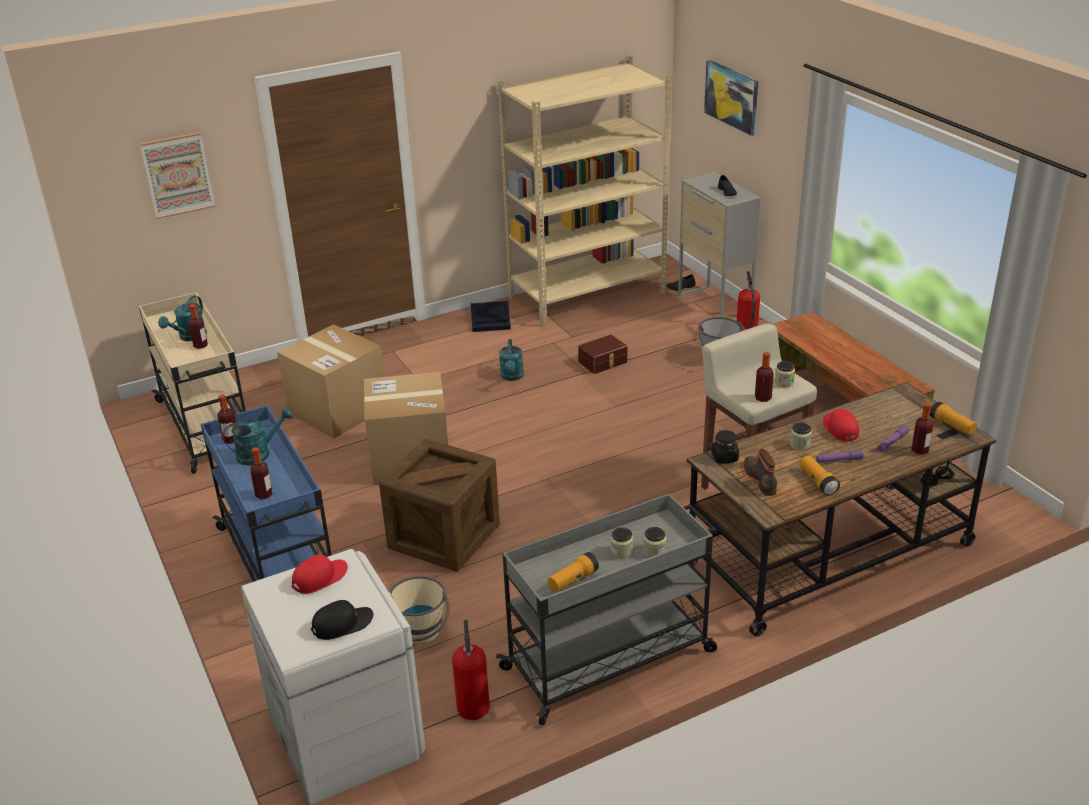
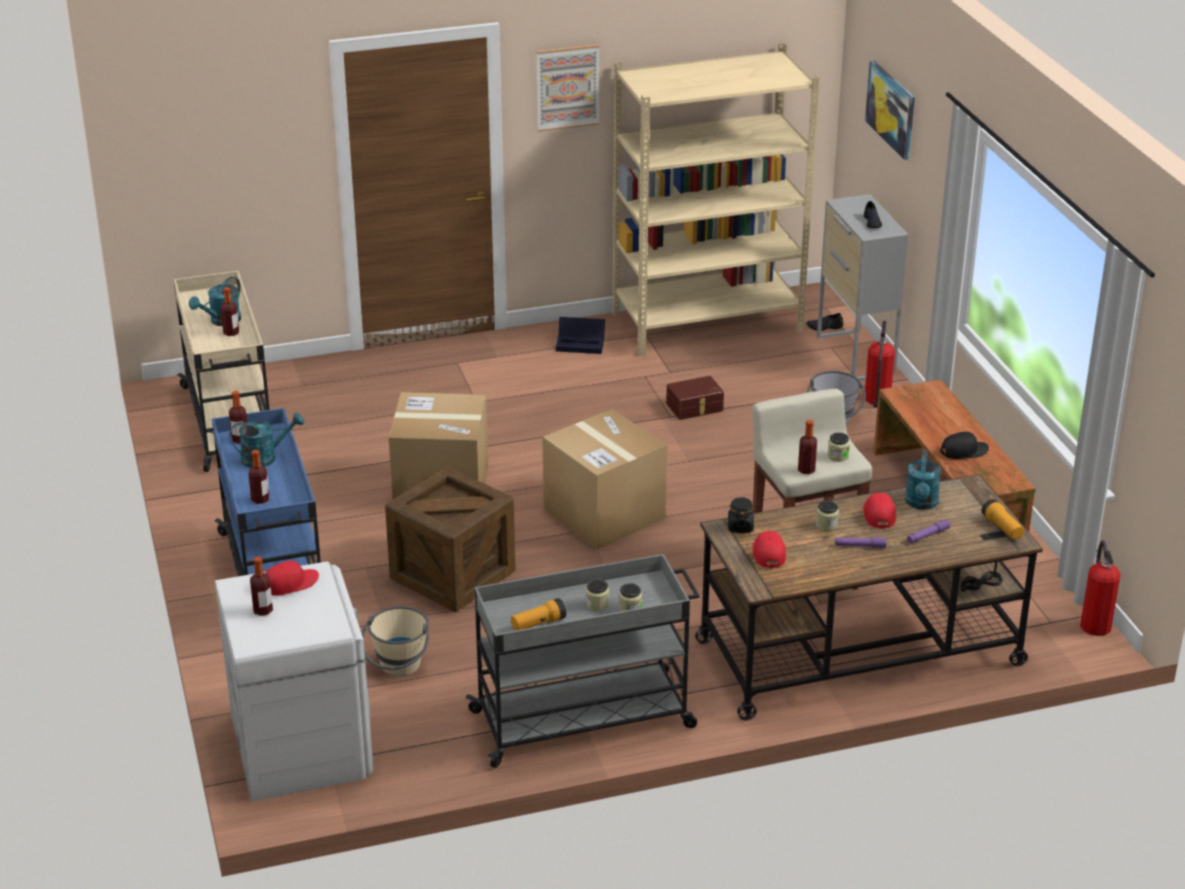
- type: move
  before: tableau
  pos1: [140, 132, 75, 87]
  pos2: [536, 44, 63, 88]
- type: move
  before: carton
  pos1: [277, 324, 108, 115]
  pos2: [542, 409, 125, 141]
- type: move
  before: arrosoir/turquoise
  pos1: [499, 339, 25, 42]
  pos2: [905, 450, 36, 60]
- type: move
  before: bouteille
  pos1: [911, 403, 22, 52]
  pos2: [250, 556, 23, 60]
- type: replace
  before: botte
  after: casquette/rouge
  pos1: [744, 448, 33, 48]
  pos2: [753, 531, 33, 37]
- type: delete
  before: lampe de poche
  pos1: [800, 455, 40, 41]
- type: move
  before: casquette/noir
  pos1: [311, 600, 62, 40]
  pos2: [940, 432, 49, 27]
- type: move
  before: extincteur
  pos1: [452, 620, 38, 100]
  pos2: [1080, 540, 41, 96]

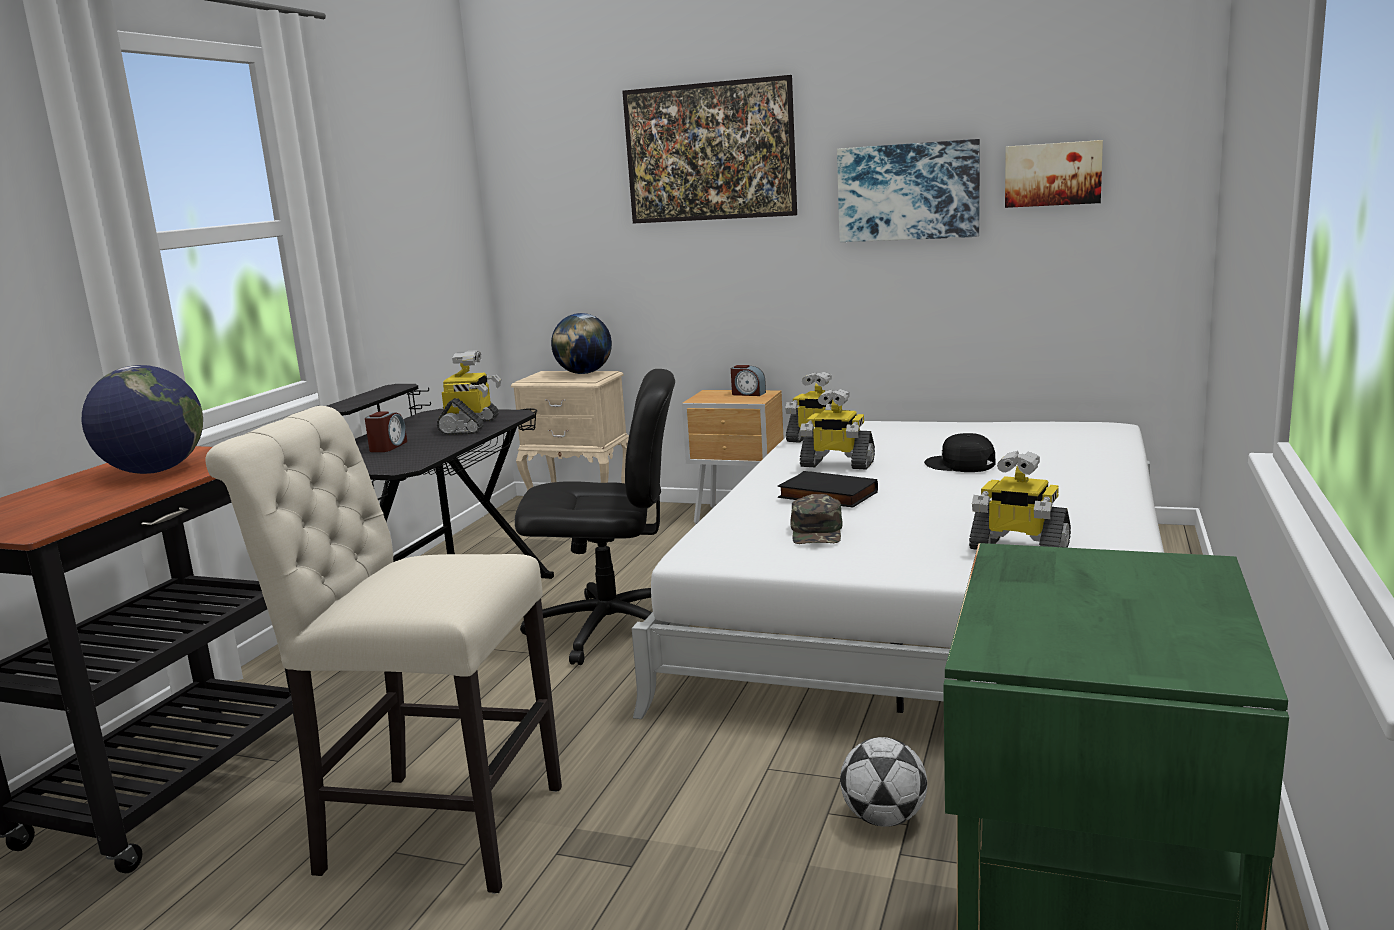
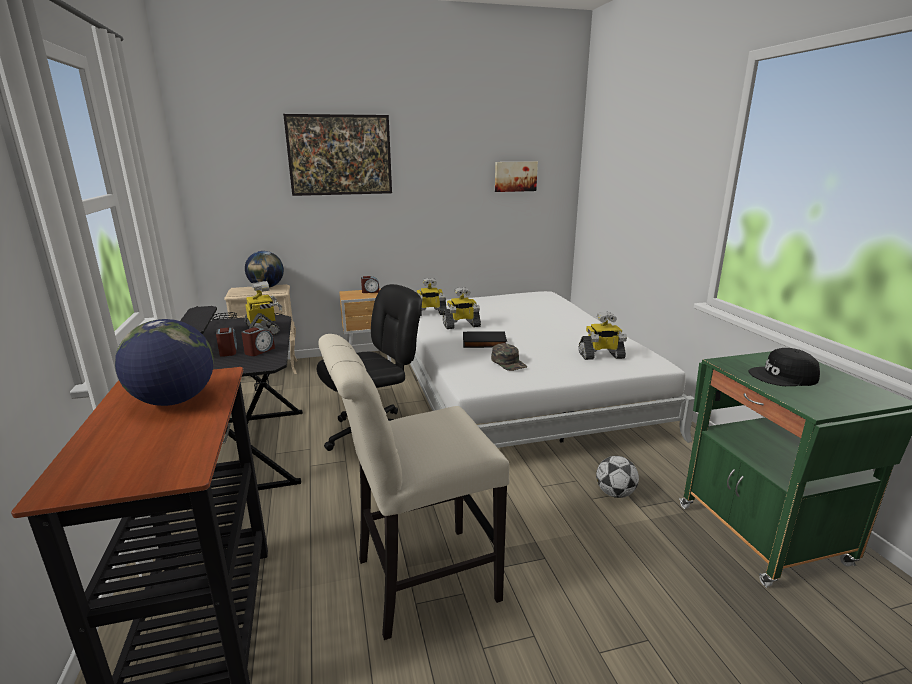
- type: delete
  before: tableau
  pos1: [837, 139, 143, 103]
- type: move
  before: casquette/noir
  pos1: [924, 433, 72, 39]
  pos2: [748, 348, 72, 38]
- type: insert
  after: réveil
  pos2: [241, 327, 34, 29]

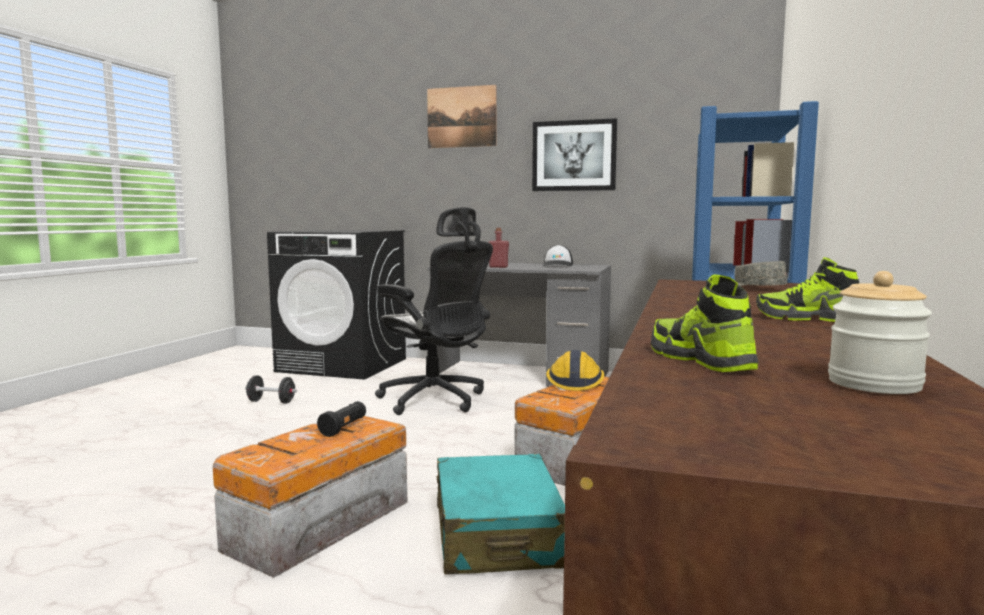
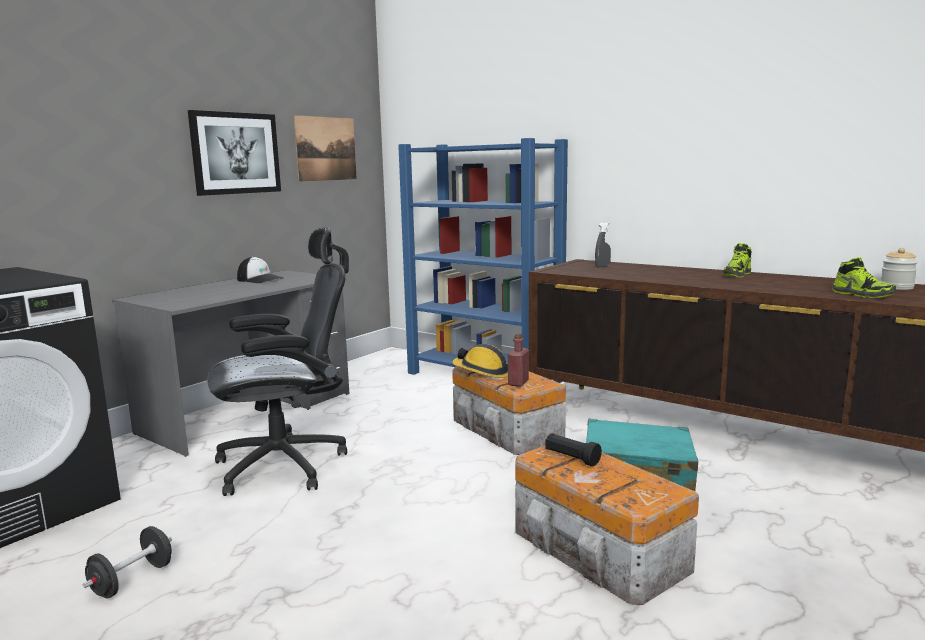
- type: move
  before: tableau
  pos1: [427, 85, 69, 63]
  pos2: [293, 115, 64, 67]
- type: move
  before: bouteille/rouge
  pos1: [488, 228, 21, 40]
  pos2: [508, 334, 21, 53]
- type: replace
  before: casquette/gris
  after: vaporisateur/gris
  pos1: [734, 261, 54, 26]
  pos2: [595, 222, 16, 45]
- type: rotate
  before: chaussure
  pos1: [651, 274, 108, 98]
  pos2: [832, 257, 64, 41]
  turn: -120

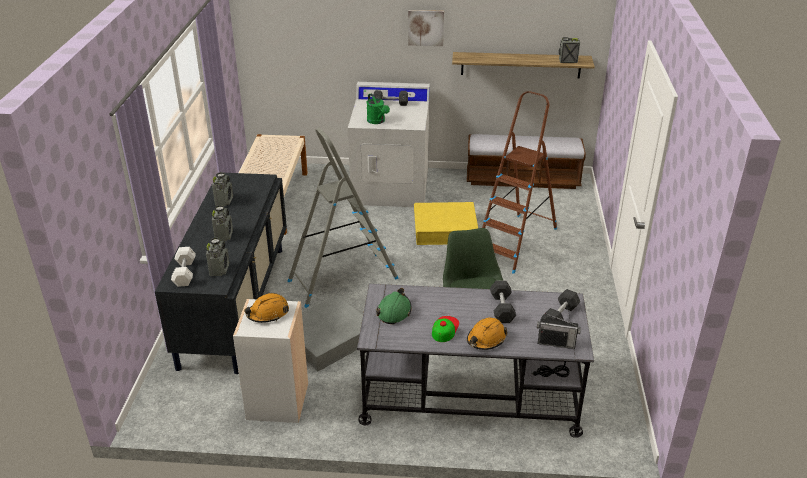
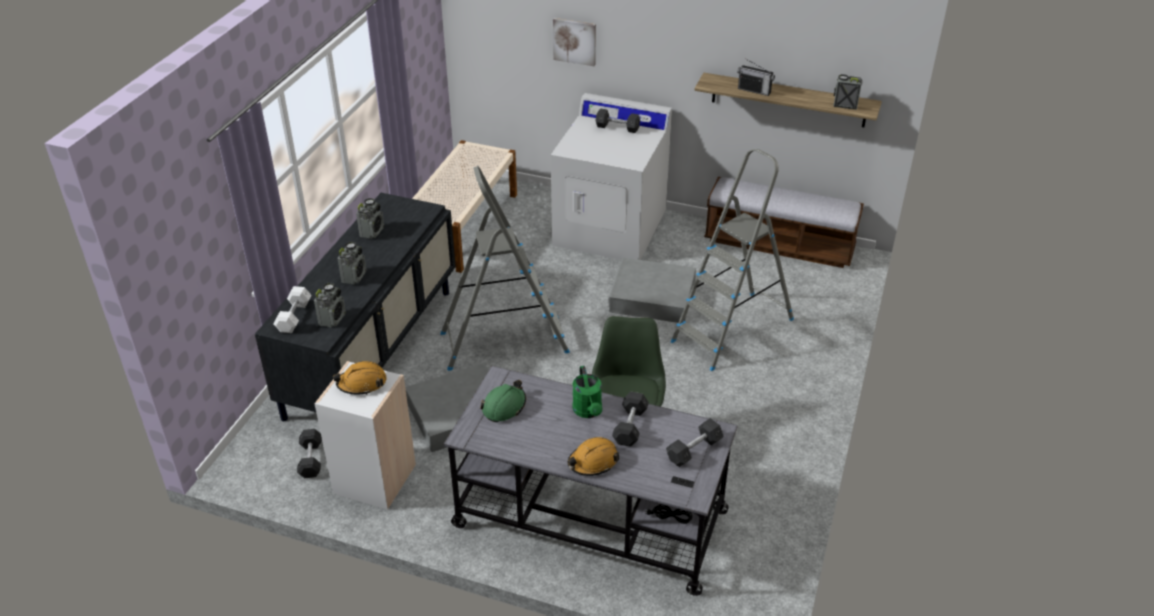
- type: move
  before: tableau
  pos1: [408, 10, 36, 36]
  pos2: [553, 18, 43, 48]
- type: recolor
  before: escabeau/marron
  after: escabeau/gris
  pos1: [482, 91, 75, 183]
  pos2: [671, 149, 123, 222]
- type: move
  before: arrosoir/vert
  pos1: [367, 93, 23, 31]
  pos2: [572, 366, 30, 52]
- type: recolor
  before: boîte de rangement/jaune
  after: boîte de rangement/gris
  pos1: [414, 202, 64, 43]
  pos2: [609, 258, 87, 65]
- type: move
  before: radio
  pos1: [537, 313, 44, 36]
  pos2: [737, 58, 38, 38]
- type: delete
  before: casquette
  pos1: [432, 316, 27, 26]
- type: insert
  after: haltère/gris
  pos2: [297, 429, 25, 49]

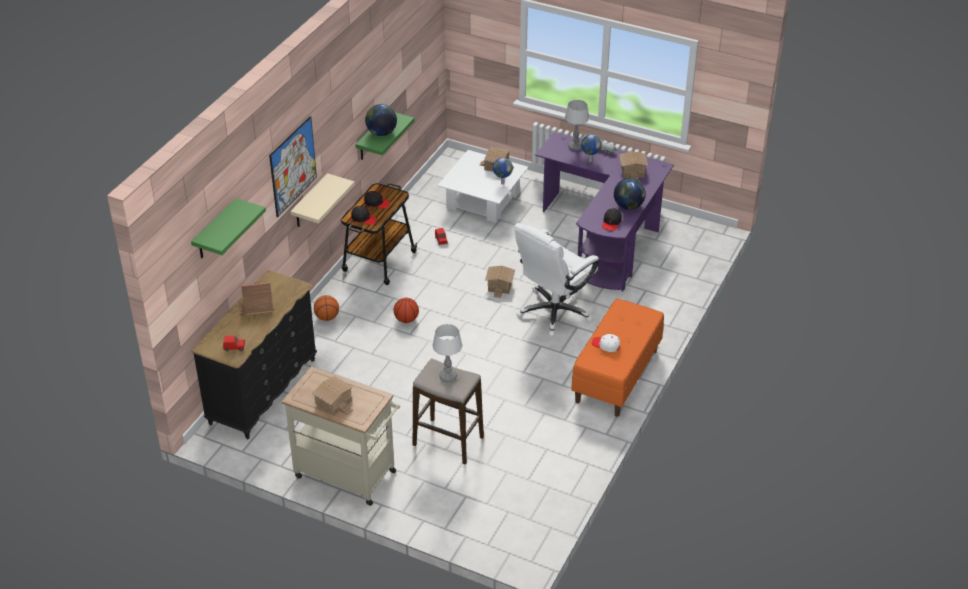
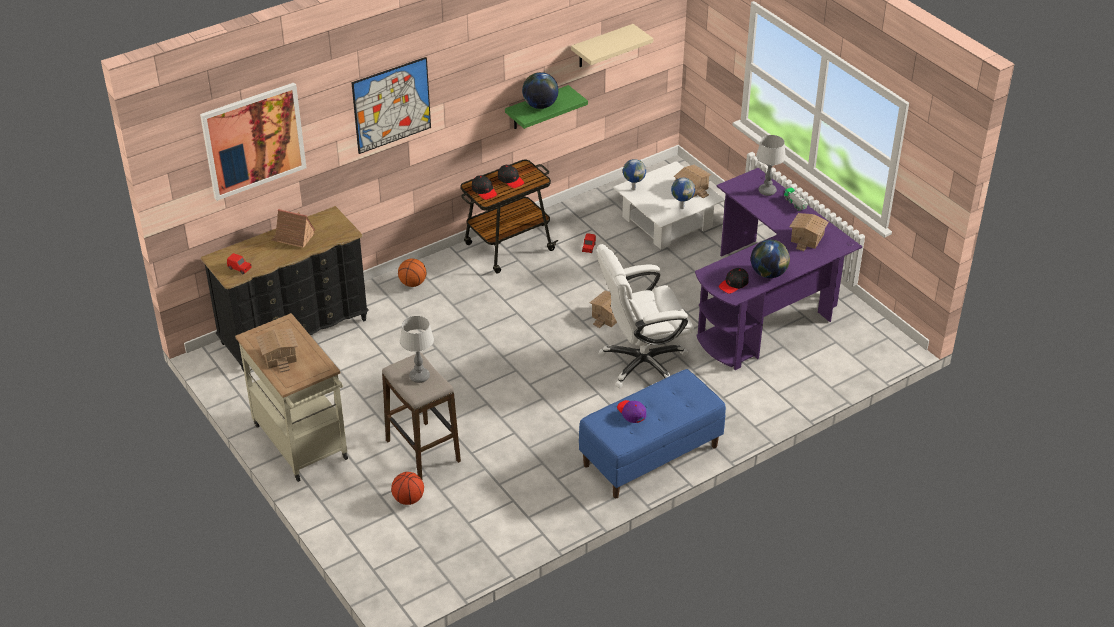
- type: move
  before: globe
  pos1: [581, 134, 21, 28]
  pos2: [623, 159, 23, 32]
- type: move
  before: étagère/beige
  pos1: [290, 173, 65, 54]
  pos2: [571, 24, 82, 43]
- type: replace
  before: étagère/vert
  after: tableau
  pos1: [191, 198, 75, 60]
  pos2: [200, 83, 106, 118]
- type: move
  before: ballon de basket
  pos1: [394, 298, 25, 25]
  pos2: [391, 472, 33, 33]
- type: recolor
  before: banc/orange
  after: banc/bleu
  pos1: [571, 299, 93, 118]
  pos2: [579, 369, 147, 129]
- type: recolor
  before: casquette/blanc
  after: casquette/violet
  pos1: [592, 334, 28, 18]
  pos2: [617, 400, 29, 23]

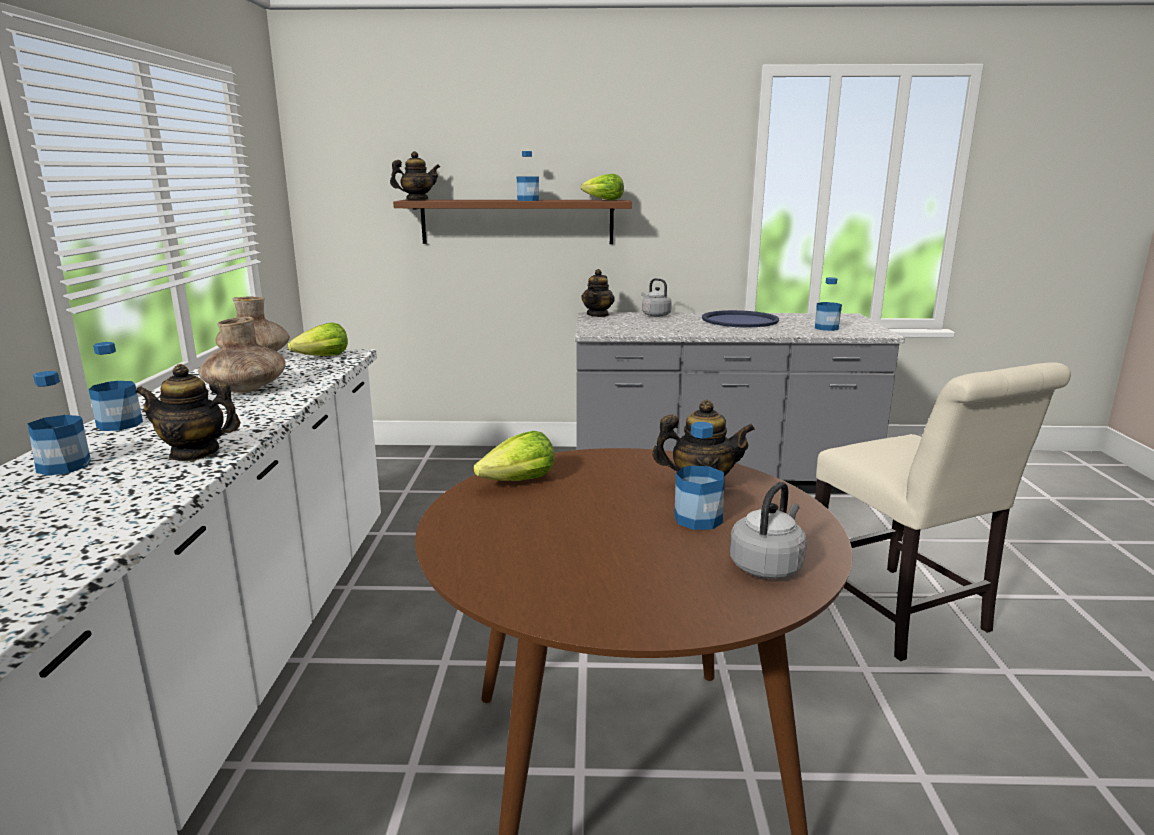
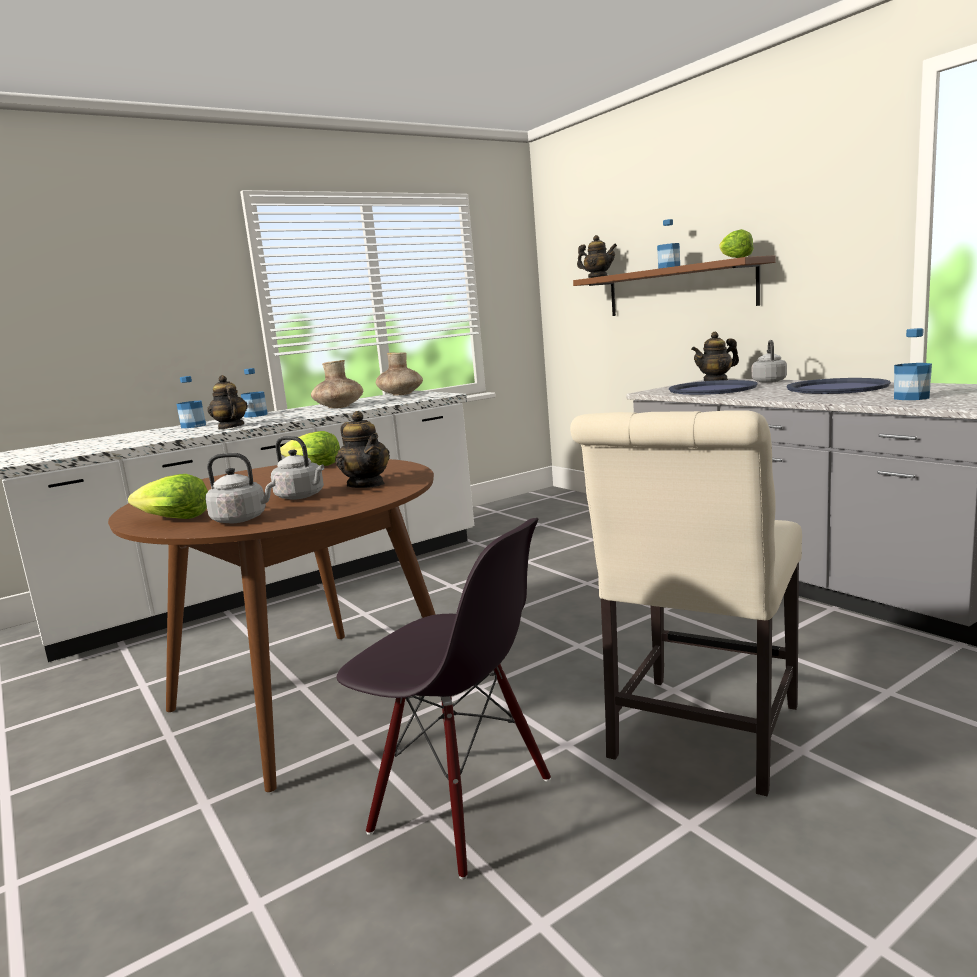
- type: move
  before: laitue
  pos1: [288, 322, 60, 34]
  pos2: [128, 474, 80, 45]
- type: replace
  before: bouteille
  after: bouilloire/gris
  pos1: [674, 422, 51, 108]
  pos2: [271, 436, 53, 64]
- type: insert
  after: plateau/bleu
  pos2: [669, 380, 88, 15]
- type: insert
  after: chaise/noir
  pos2: [337, 518, 214, 362]

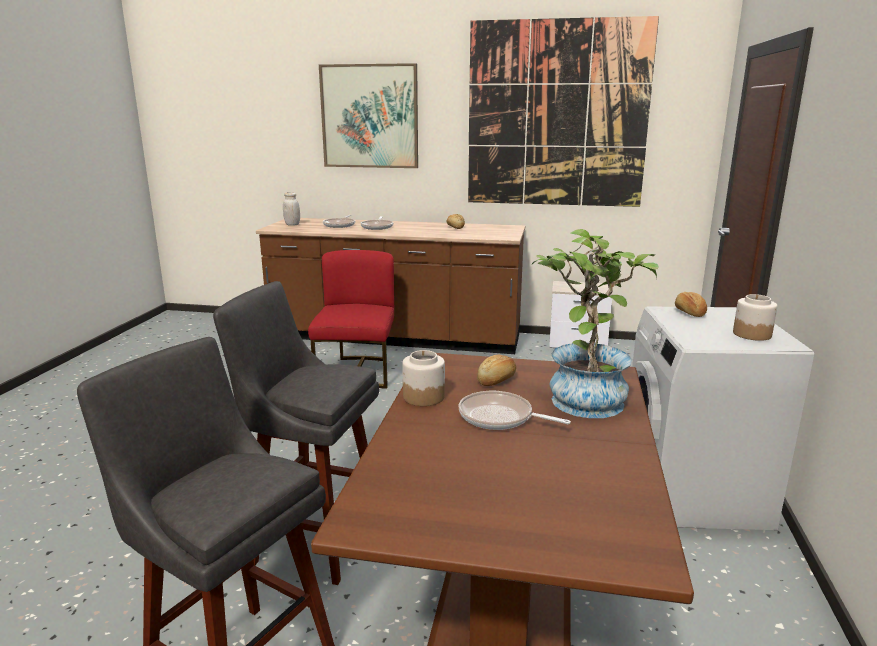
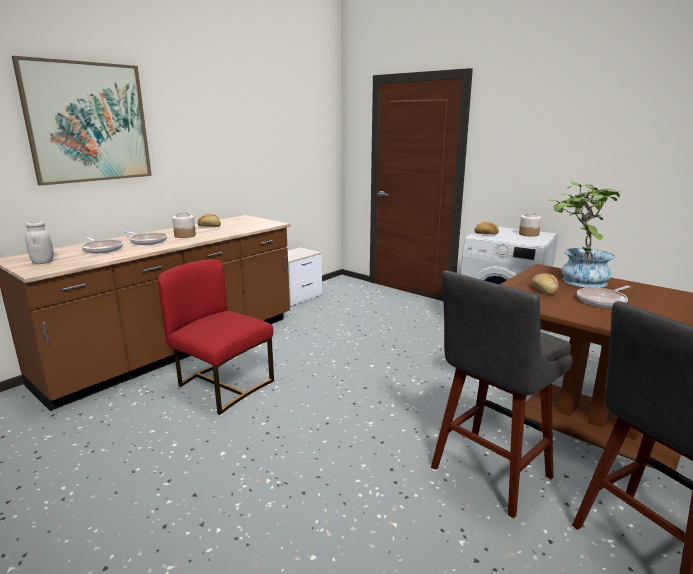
- type: delete
  before: tableau
  pos1: [468, 16, 191, 191]
- type: move
  before: bocal
  pos1: [402, 350, 43, 56]
  pos2: [172, 212, 24, 26]

